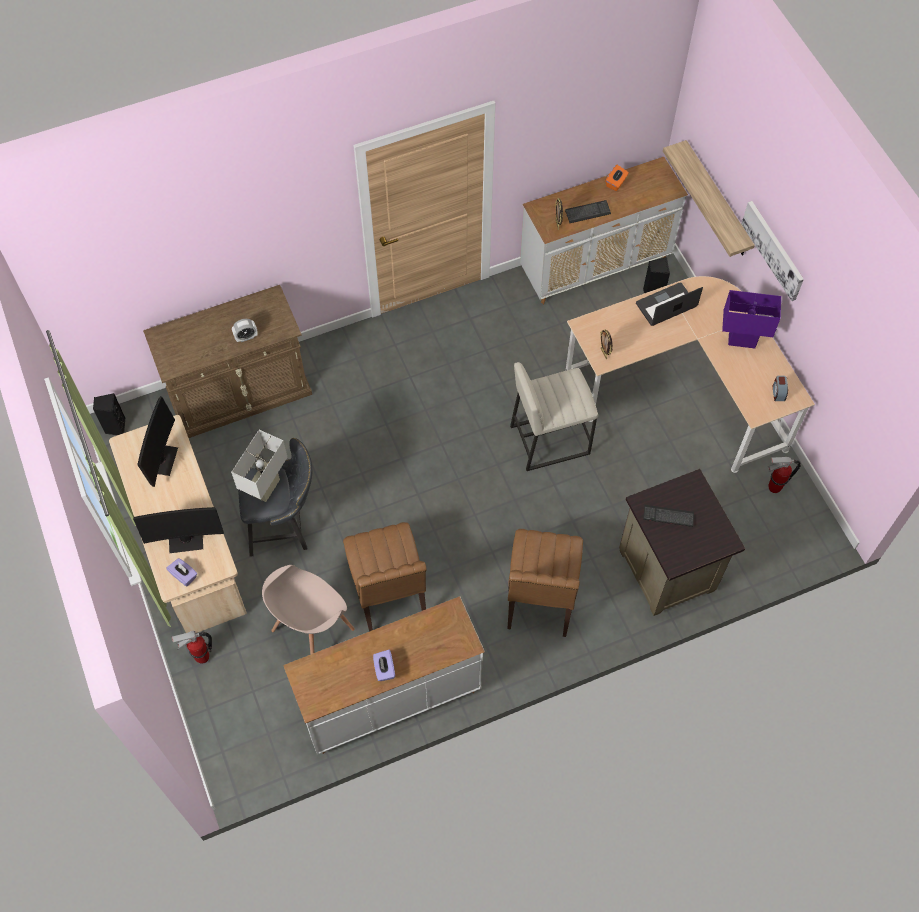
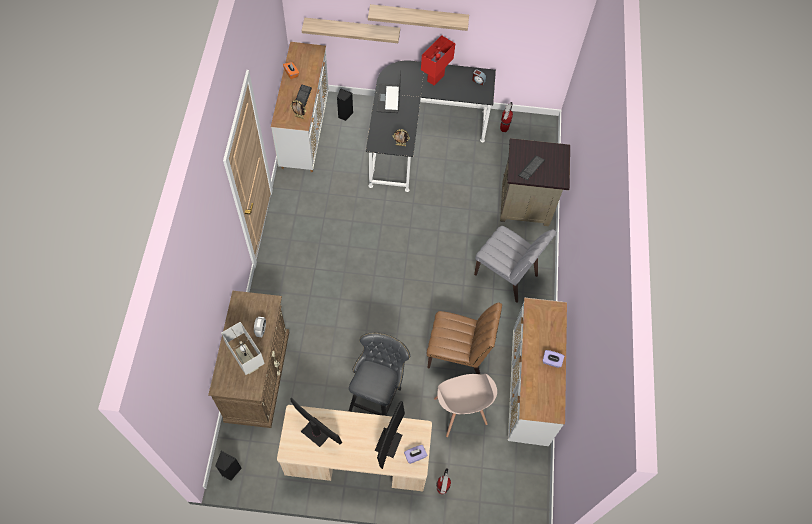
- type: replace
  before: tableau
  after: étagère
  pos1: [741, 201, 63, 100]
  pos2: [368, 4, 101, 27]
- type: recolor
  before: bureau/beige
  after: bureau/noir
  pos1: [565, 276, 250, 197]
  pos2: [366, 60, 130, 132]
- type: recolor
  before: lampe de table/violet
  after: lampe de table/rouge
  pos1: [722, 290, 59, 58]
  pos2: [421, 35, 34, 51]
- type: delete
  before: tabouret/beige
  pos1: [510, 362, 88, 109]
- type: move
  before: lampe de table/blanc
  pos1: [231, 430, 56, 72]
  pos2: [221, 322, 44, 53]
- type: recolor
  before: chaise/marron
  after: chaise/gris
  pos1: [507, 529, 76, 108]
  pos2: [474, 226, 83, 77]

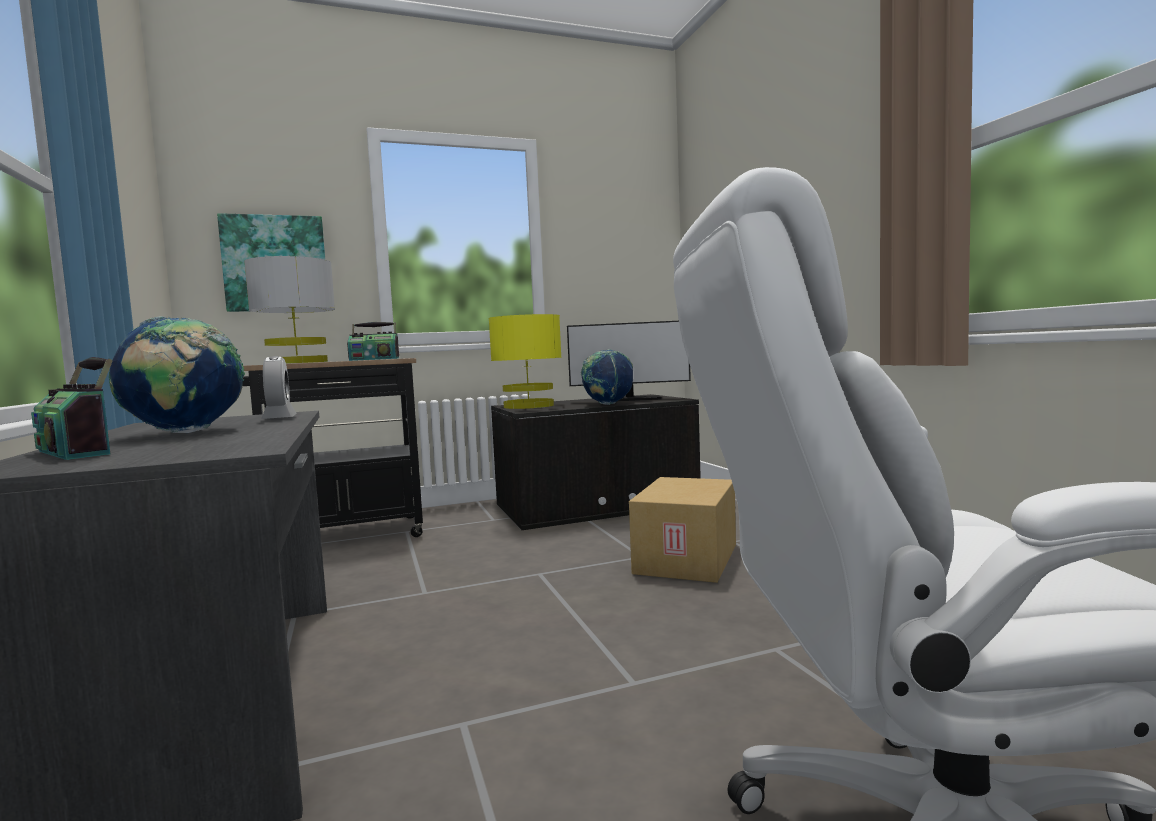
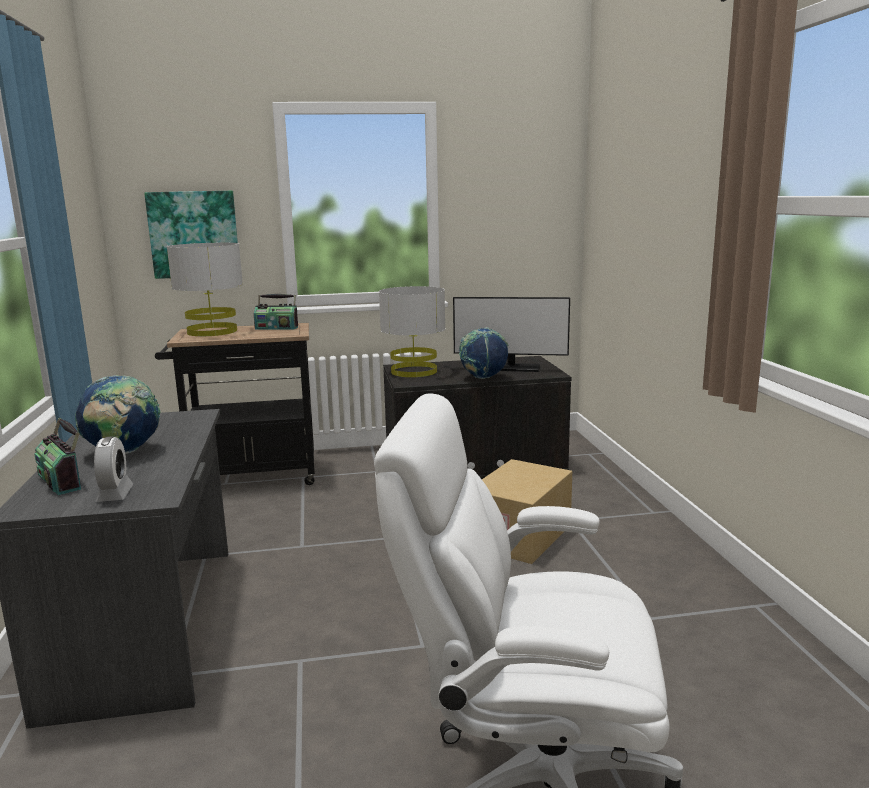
- type: recolor
  before: lampe de table/jaune
  after: lampe de table/gris
  pos1: [489, 314, 73, 95]
  pos2: [379, 286, 66, 91]
- type: move
  before: réveil
  pos1: [261, 356, 35, 63]
  pos2: [94, 437, 39, 65]

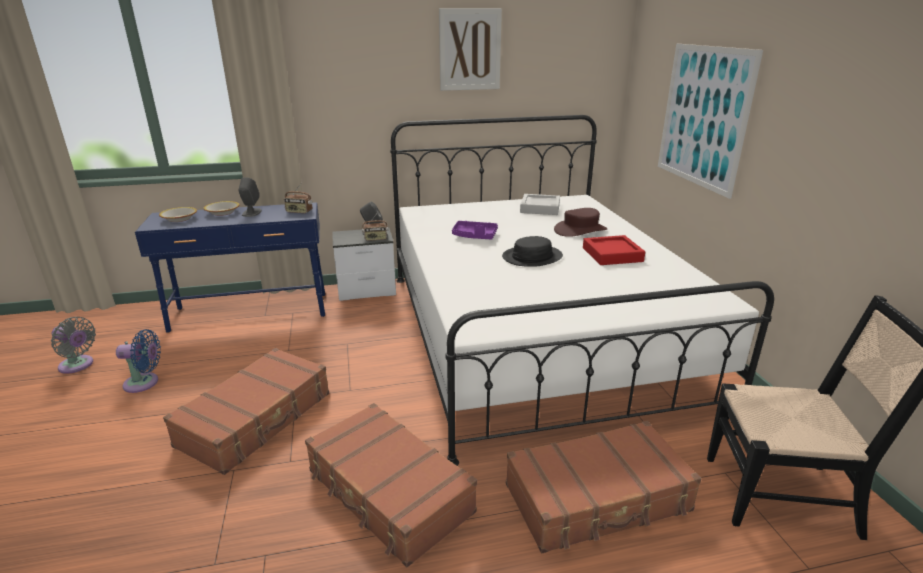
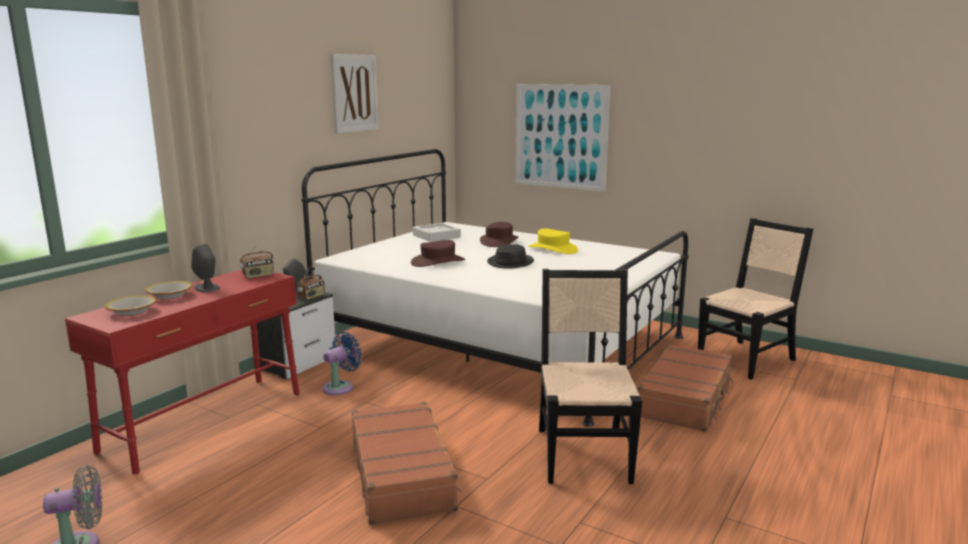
- type: recolor
  before: table console/bleu
  after: table console/rouge
  pos1: [135, 202, 190, 131]
  pos2: [65, 269, 234, 205]
- type: replace
  before: plateau/violet
  after: chapeau/marron
  pos1: [452, 221, 46, 19]
  pos2: [411, 240, 54, 27]
- type: replace
  before: plateau/rouge
  after: chapeau/jaune
  pos1: [583, 235, 62, 30]
  pos2: [528, 228, 50, 26]
- type: move
  before: ventilateur/bleu
  pos1: [116, 329, 45, 64]
  pos2: [322, 332, 40, 63]
- type: replace
  before: valise/marron
  after: chaise
  pos1: [305, 403, 172, 164]
  pos2: [539, 269, 103, 215]

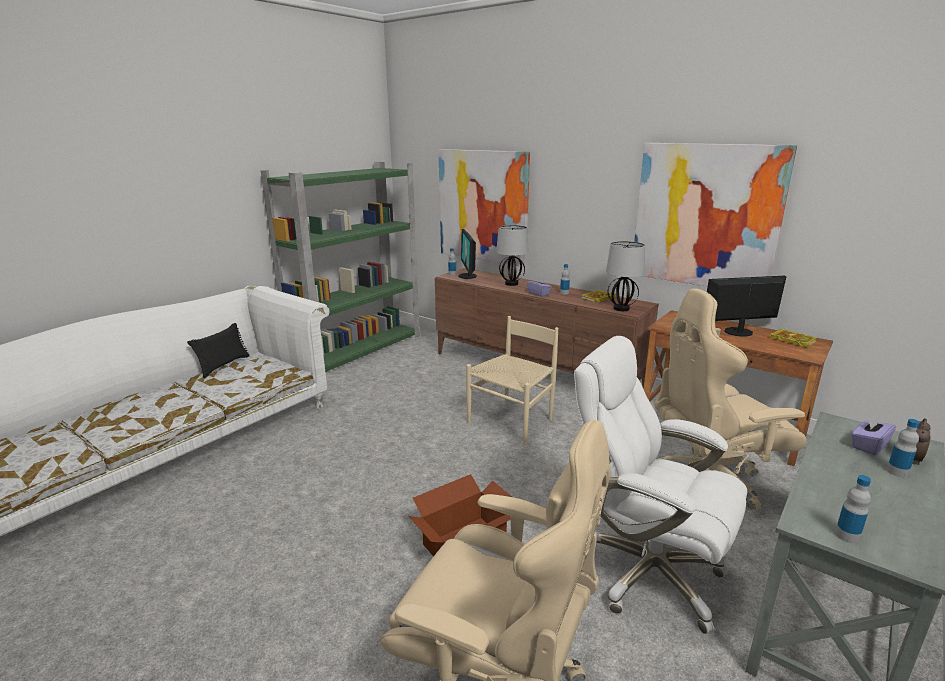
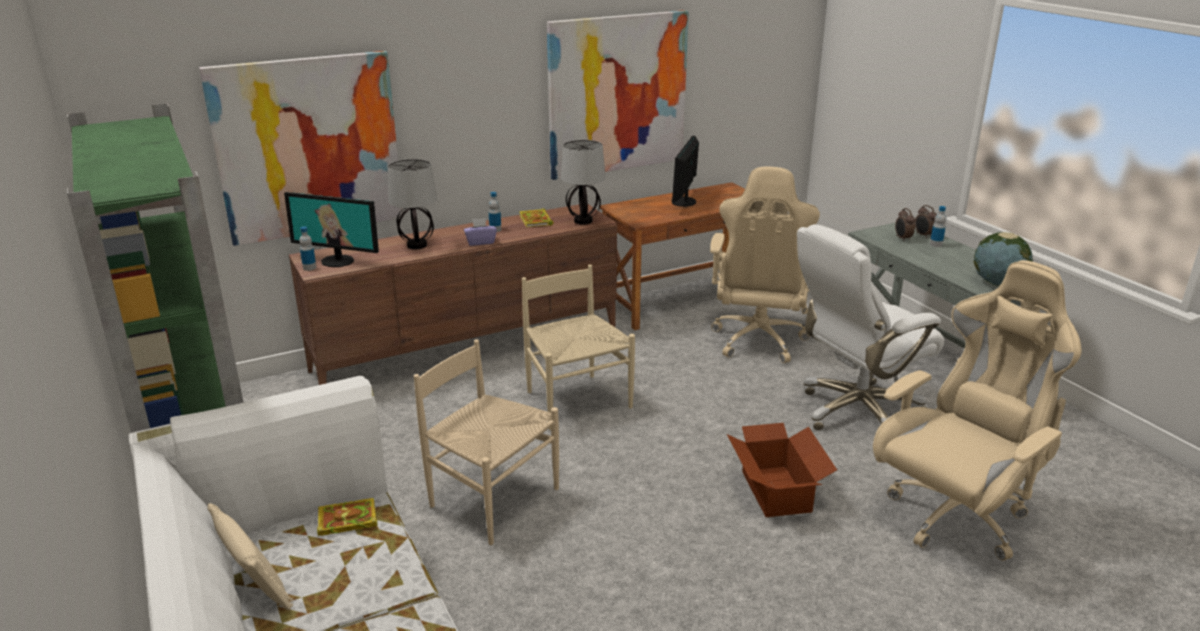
- type: recolor
  before: coussin/noir
  after: coussin/beige
  pos1: [187, 323, 63, 55]
  pos2: [207, 504, 86, 106]
- type: move
  before: livre
  pos1: [769, 329, 47, 19]
  pos2: [317, 498, 61, 38]
- type: replace
  before: boîte à mouchoirs/violet
  after: réveil
  pos1: [851, 414, 45, 41]
  pos2: [895, 208, 20, 32]
- type: replace
  before: bouteille
  after: globe
  pos1: [835, 475, 36, 68]
  pos2: [973, 232, 60, 54]
- type: insert
  after: chaise/beige
  pos2: [414, 339, 145, 206]

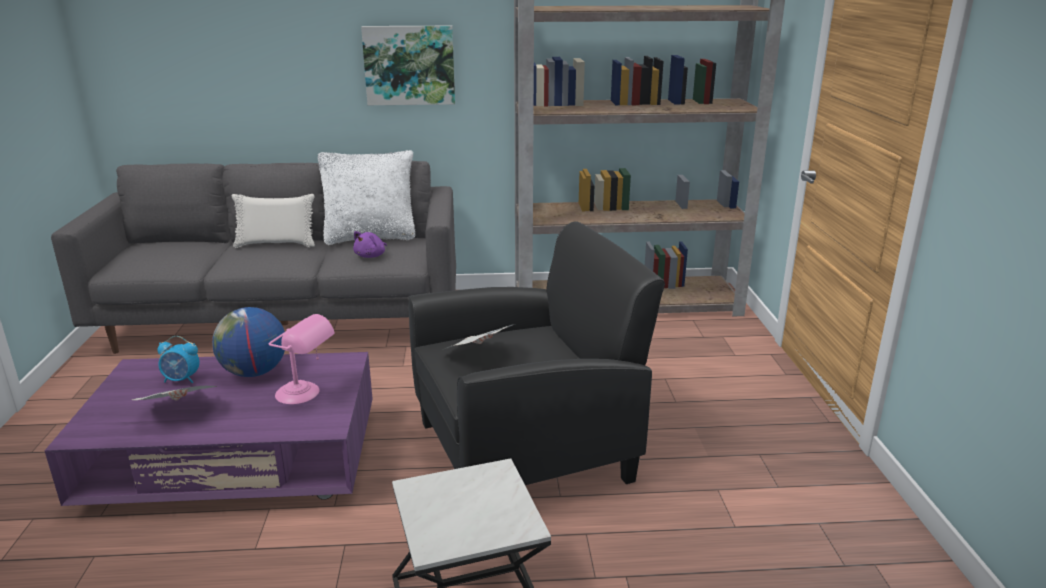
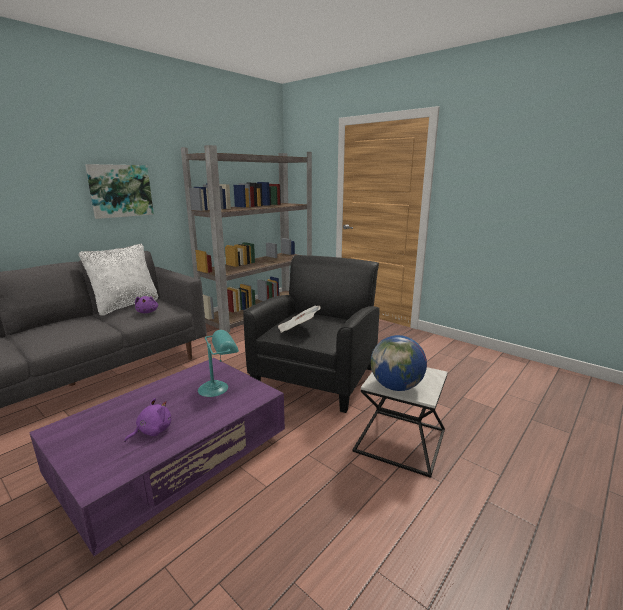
- type: delete
  before: coussin/blanc
  pos1: [232, 194, 83, 54]
- type: move
  before: globe
  pos1: [212, 307, 73, 70]
  pos2: [371, 335, 56, 56]
- type: recolor
  before: lampe de table/rose
  after: lampe de table/turquoise
  pos1: [269, 314, 66, 90]
  pos2: [198, 330, 41, 67]
- type: delete
  before: réveil
  pos1: [158, 336, 41, 48]
- type: replace
  before: journal
  after: peluche/violet
  pos1: [132, 386, 85, 14]
  pos2: [124, 398, 47, 44]

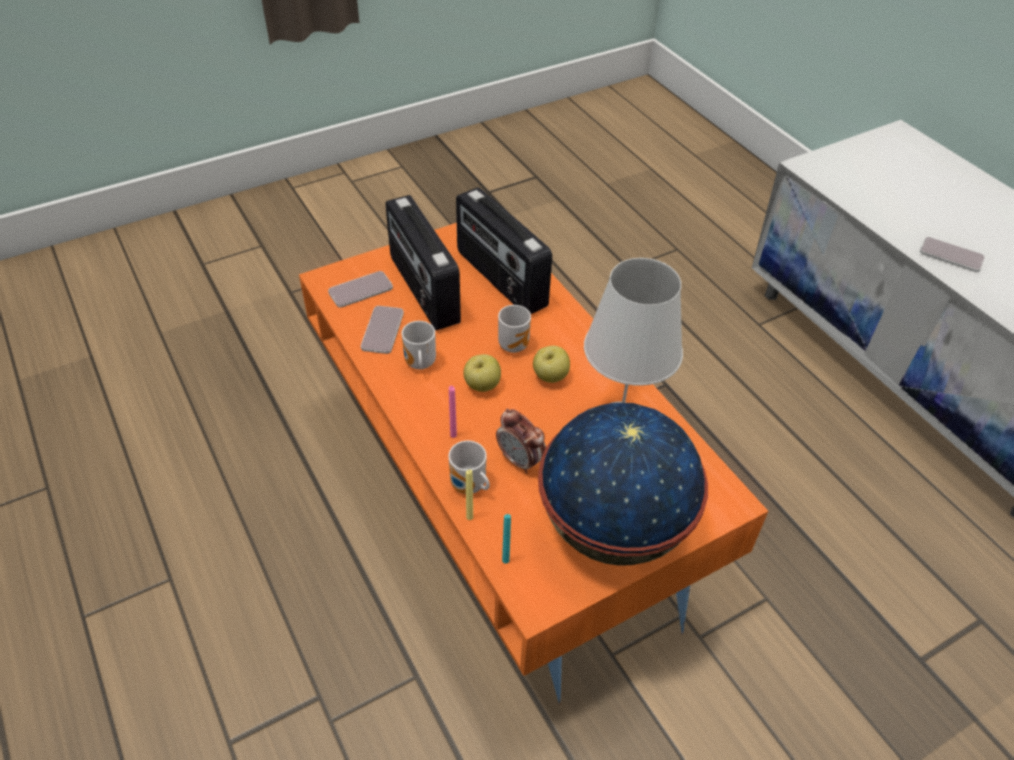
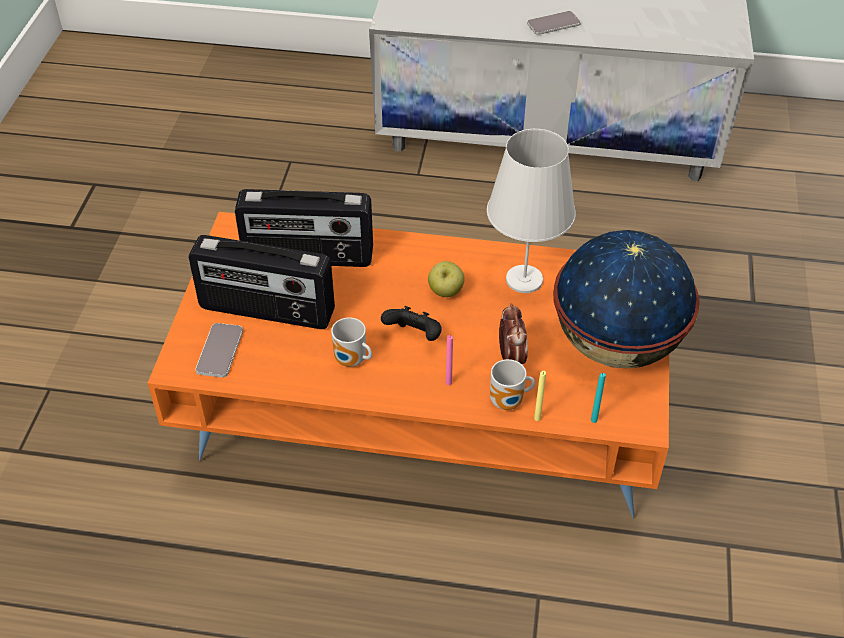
- type: delete
  before: mug
  pos1: [498, 305, 33, 48]
- type: delete
  before: téléphone
  pos1: [361, 306, 43, 48]
- type: replace
  before: pomme
  after: manette/noir
  pos1: [463, 354, 38, 38]
  pos2: [381, 306, 61, 35]
- type: rotate
  before: réveil
  pos1: [496, 408, 50, 66]
  pos2: [499, 304, 29, 60]
  turn: -90

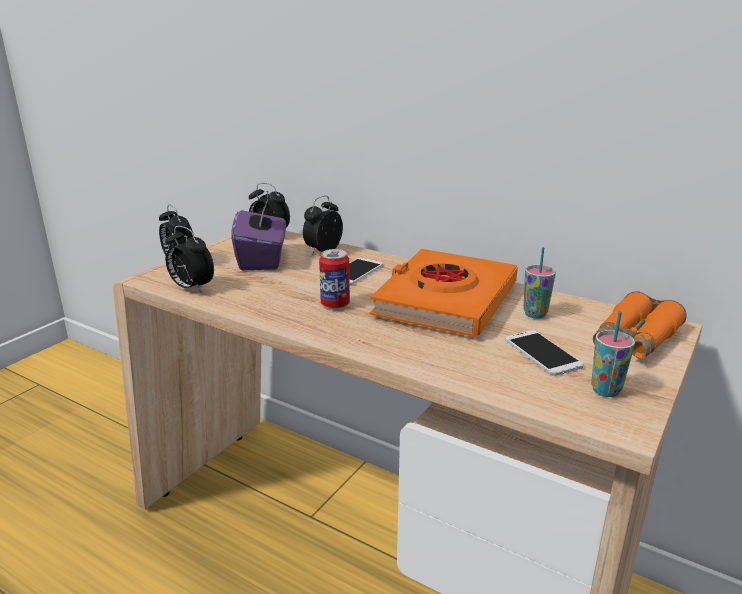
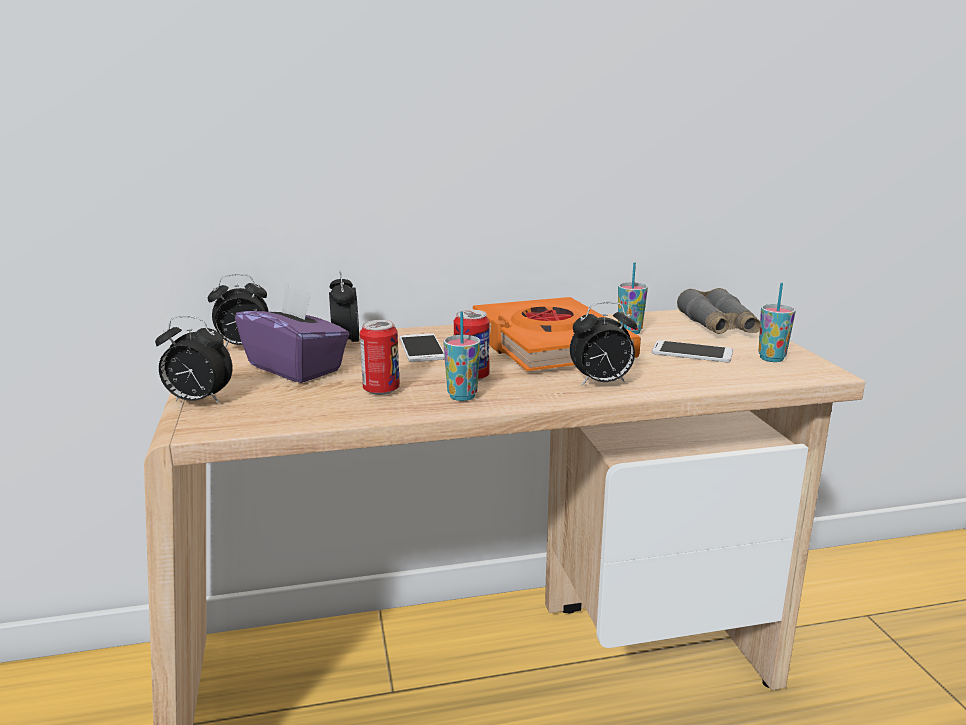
- type: move
  before: réveil
  pos1: [165, 226, 49, 67]
  pos2: [570, 302, 67, 83]
- type: recolor
  before: jumelles/orange
  after: jumelles/gris
  pos1: [593, 291, 94, 69]
  pos2: [677, 288, 83, 46]
- type: insert
  after: tasse
  pos2: [443, 311, 37, 90]
- type: insert
  after: boîte métallique
  pos2: [360, 320, 40, 75]

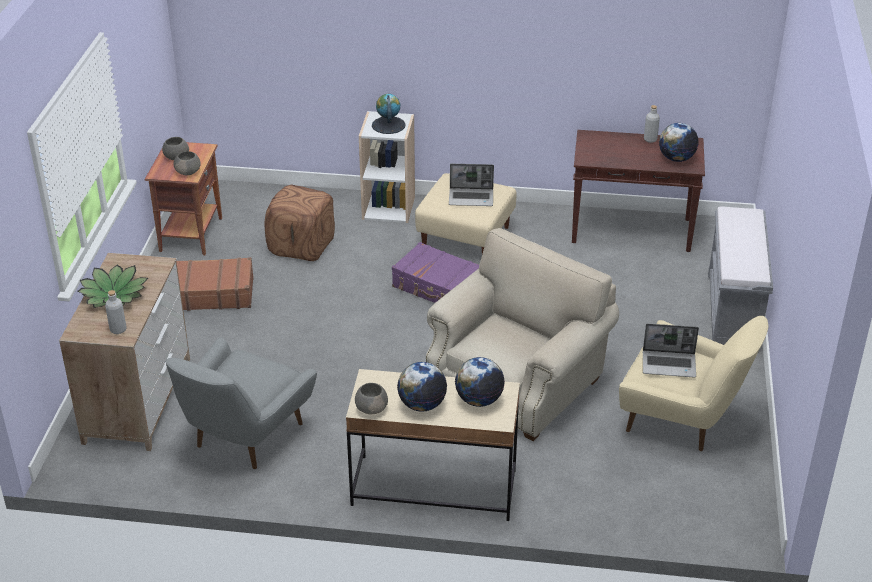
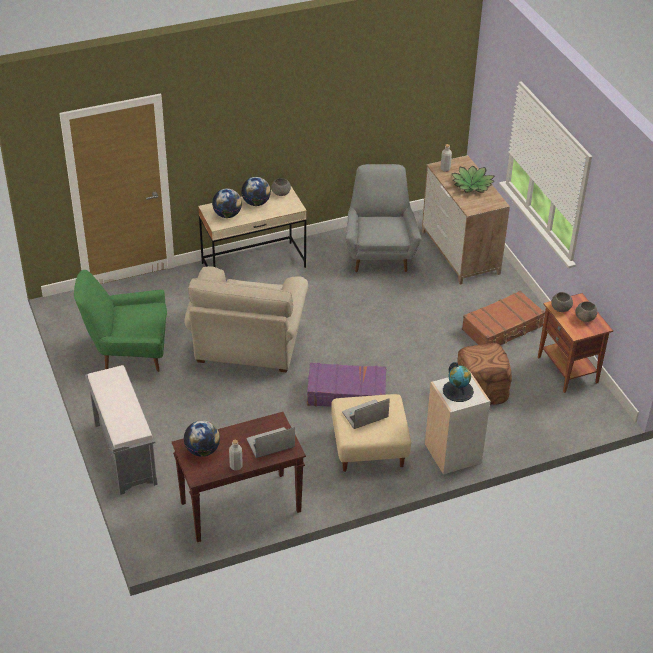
- type: recolor
  before: fauteuil/beige
  after: fauteuil/vert
  pos1: [619, 316, 149, 135]
  pos2: [74, 270, 93, 102]
- type: move
  before: ordinateur portable
  pos1: [643, 324, 56, 54]
  pos2: [247, 427, 48, 31]

